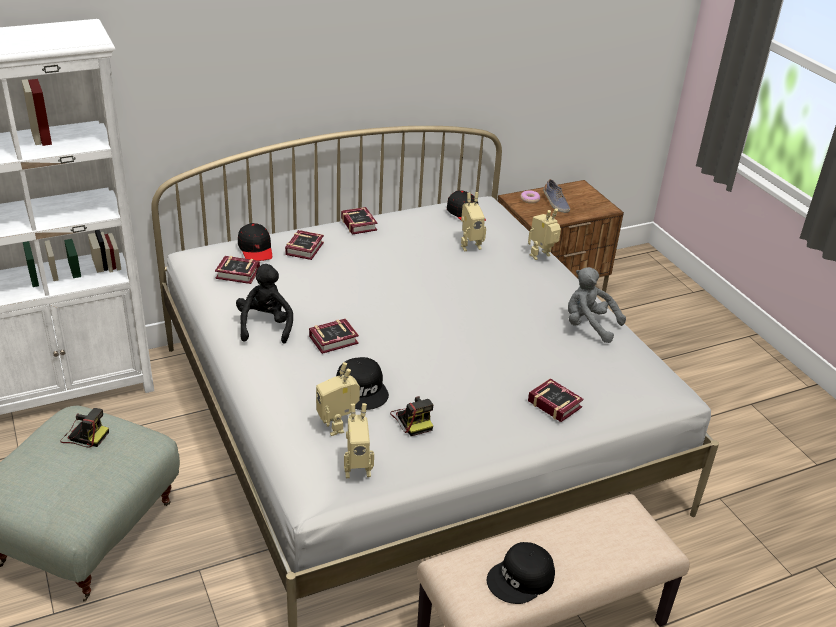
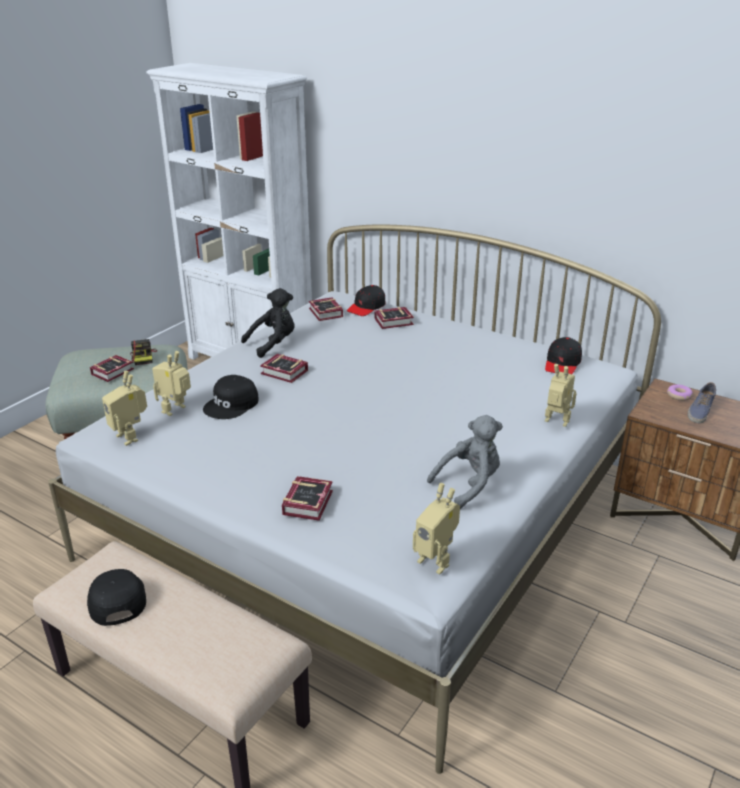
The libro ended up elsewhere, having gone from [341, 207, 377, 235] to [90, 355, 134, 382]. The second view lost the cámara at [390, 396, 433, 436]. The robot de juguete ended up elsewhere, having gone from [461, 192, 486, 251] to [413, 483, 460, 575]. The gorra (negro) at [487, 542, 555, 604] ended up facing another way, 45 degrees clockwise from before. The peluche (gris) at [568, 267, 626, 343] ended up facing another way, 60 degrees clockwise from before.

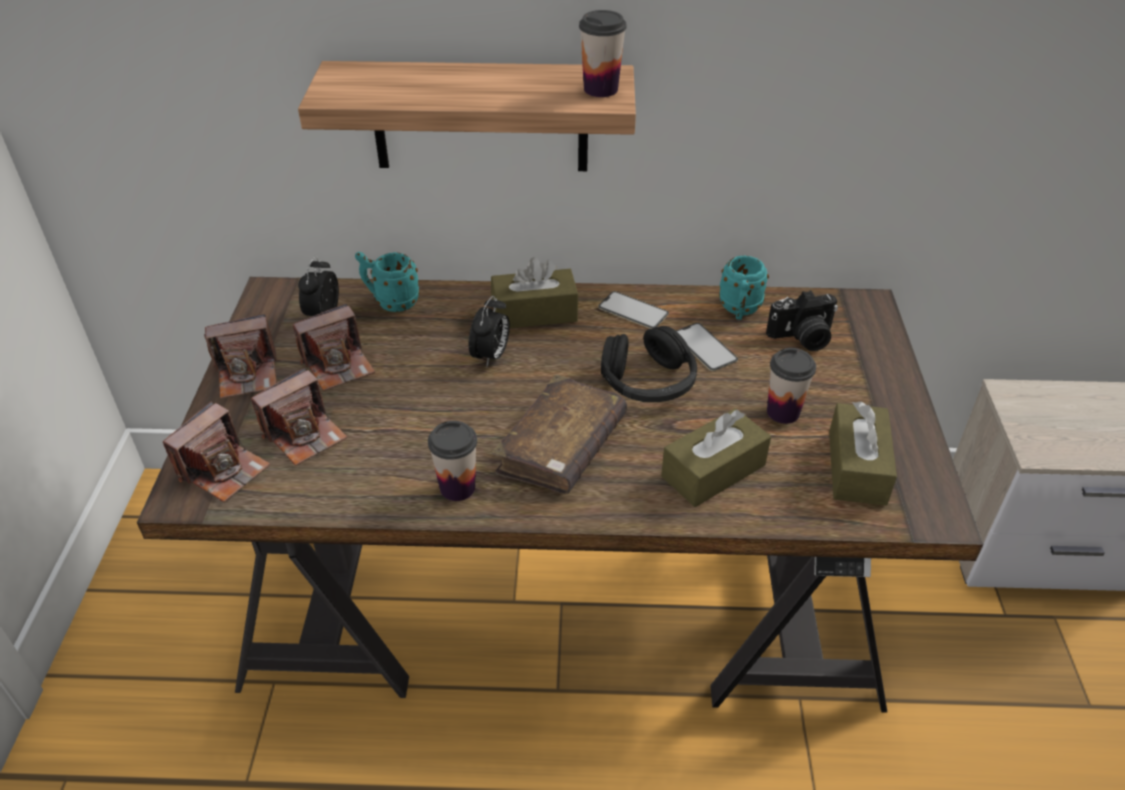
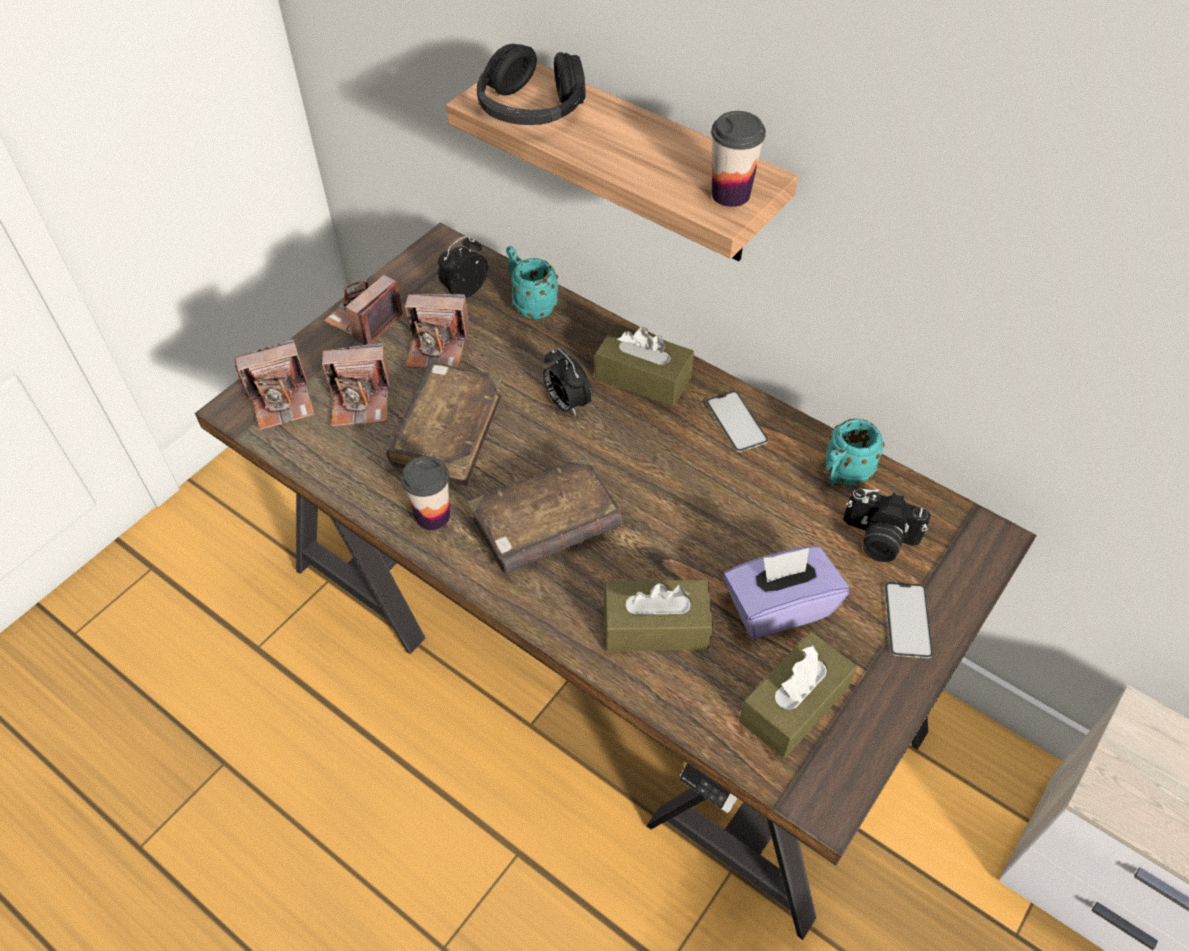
The cámara at [204, 314, 277, 399] ended up facing another way, 105 degrees clockwise from before. The despertador at [469, 296, 510, 367] ended up facing another way, 90 degrees clockwise from before. The auriculares (negro) ended up elsewhere, having gone from [601, 326, 697, 402] to [477, 44, 586, 125]. The móvil ended up elsewhere, having gone from [676, 323, 738, 371] to [884, 582, 933, 658]. Where the taza stood at [767, 348, 816, 424], the caja de pañuelos (morado) came to stand at [724, 546, 849, 639]. The second view gained the libro (marrón) at [386, 362, 502, 486].

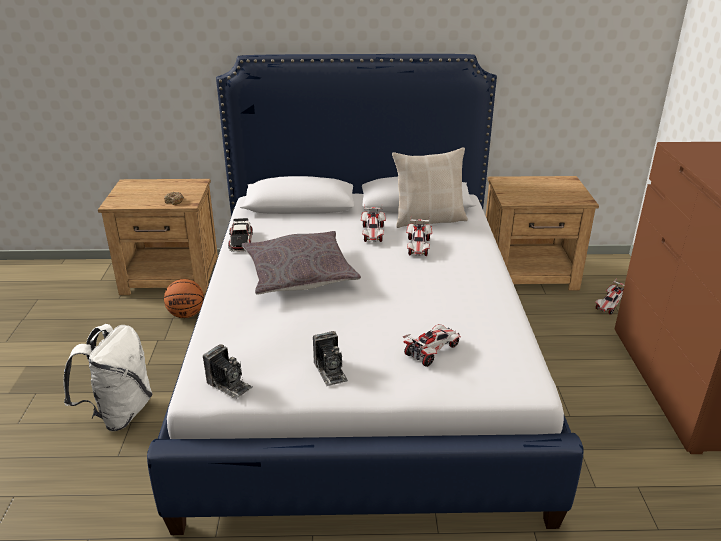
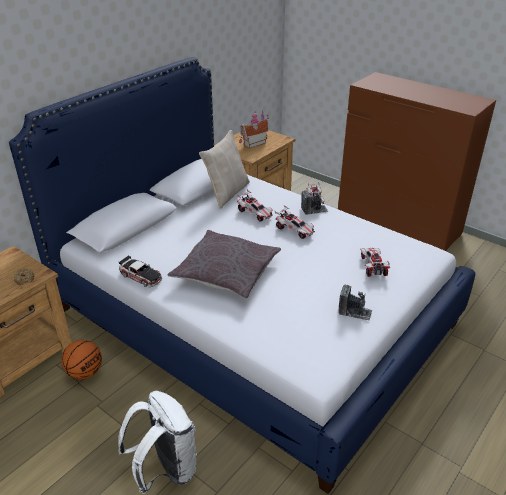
The cámara ended up elsewhere, having gone from [203, 344, 252, 399] to [301, 190, 328, 215]. The coche de juguete ended up elsewhere, having gone from [361, 204, 386, 242] to [275, 205, 315, 239]. The second view gained the casita at [239, 111, 269, 148].

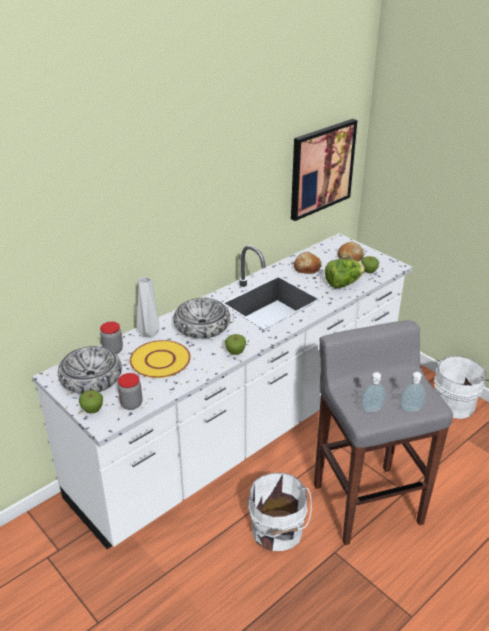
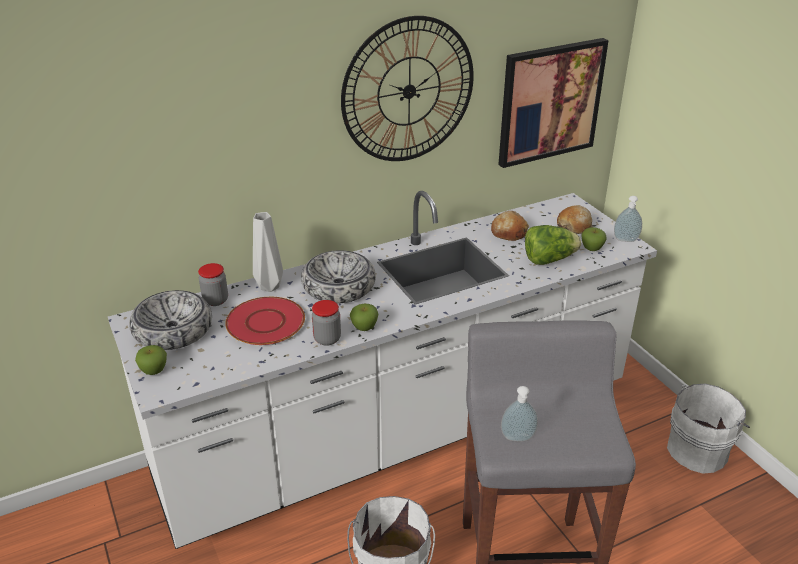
The tarro ended up elsewhere, having gone from [118, 373, 142, 410] to [312, 300, 341, 346]. What was the plato (amarillo) at [130, 340, 191, 378] turned into the plato (rojo) at [225, 297, 305, 345]. The dispensador de jabón ended up elsewhere, having gone from [400, 372, 426, 412] to [614, 196, 642, 242]. The second view gained the reloj de pared at [341, 16, 474, 161].

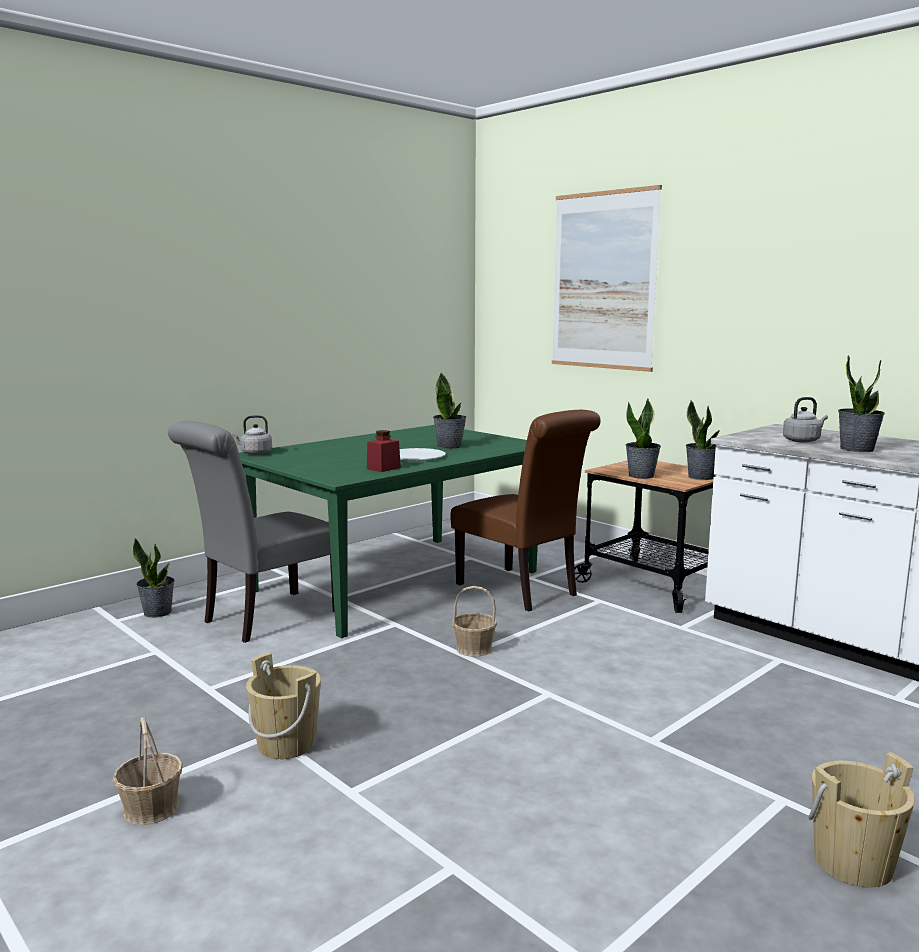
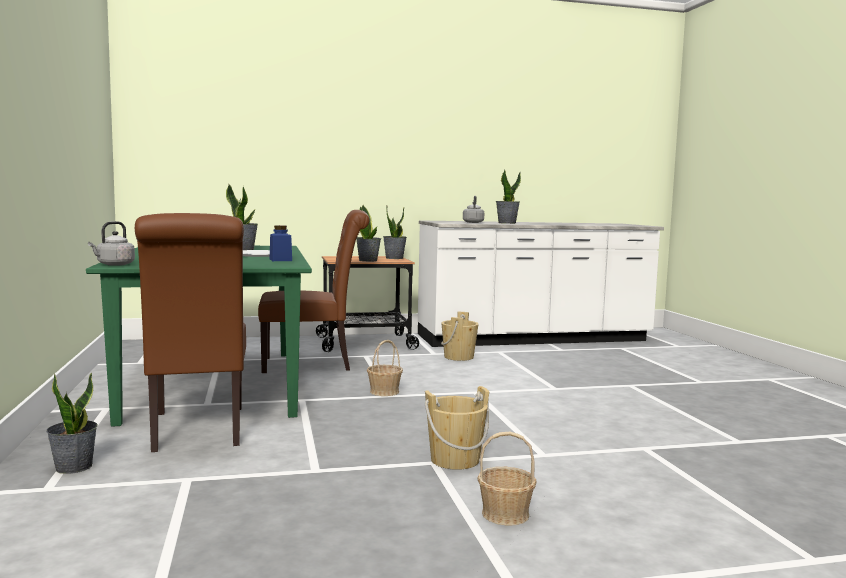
What was the silla (gris) at [168, 421, 335, 643] turned into the silla (marrón) at [135, 213, 246, 452]. What was the tarro (rojo) at [367, 430, 401, 472] turned into the tarro (azul) at [270, 225, 292, 261]. The second view lost the cuadro at [552, 185, 662, 372]. The cubo (beis) ended up elsewhere, having gone from [808, 752, 915, 888] to [441, 312, 479, 361].

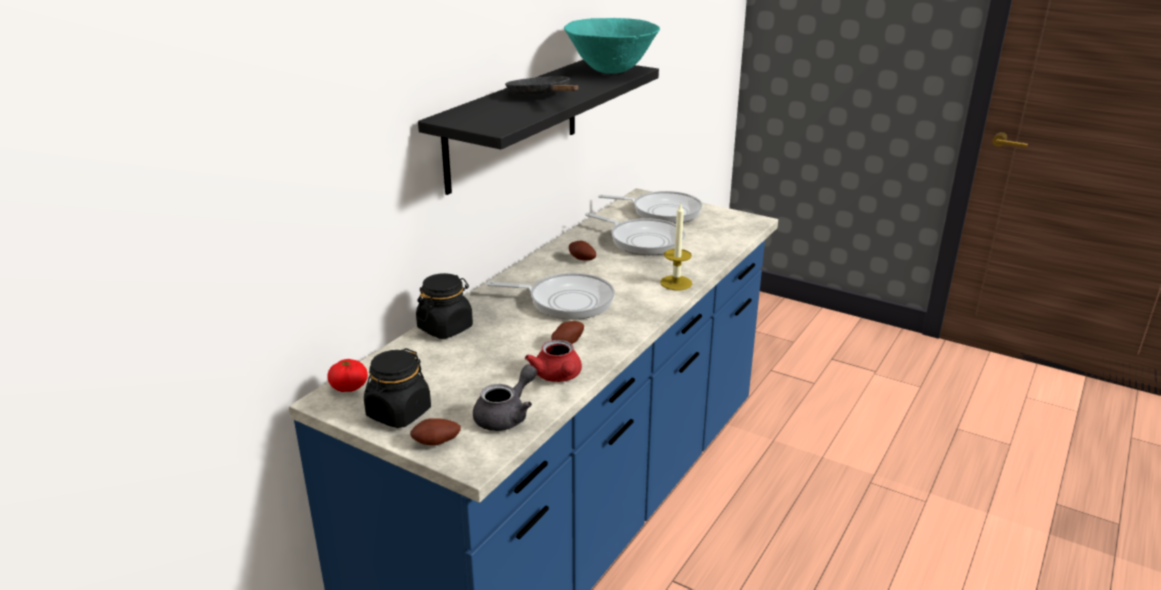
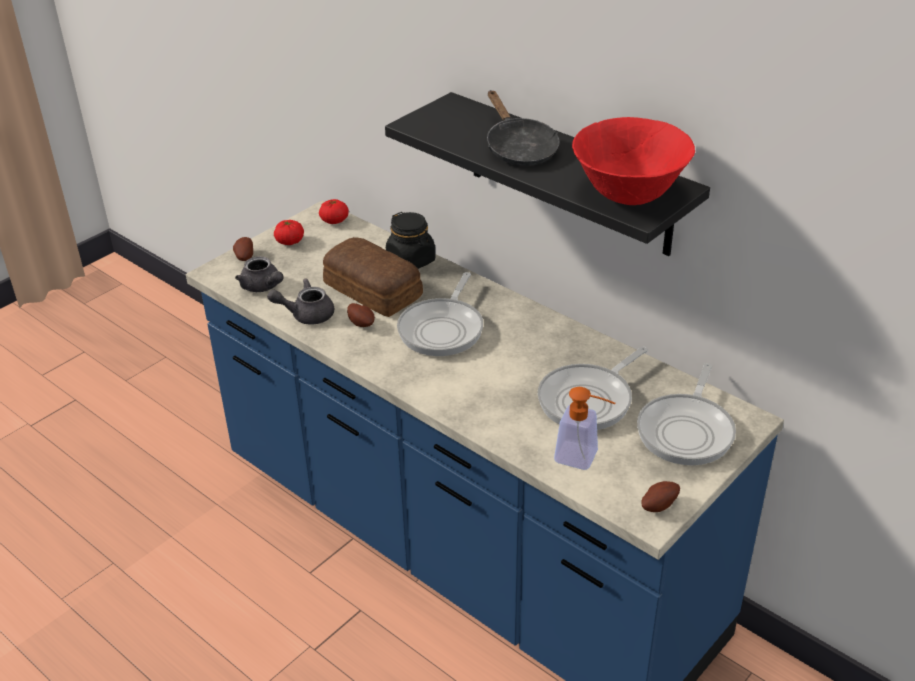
Where the tarro (negro) stood at [364, 348, 431, 428], the tomate came to stand at [274, 220, 304, 245]. The sartén (negro) at [505, 76, 579, 95] ended up facing another way, 90 degrees clockwise from before. What was the tetera (rojo) at [525, 340, 582, 382] turned into the tetera (gris) at [267, 278, 334, 325]. What was the cuenco (turquesa) at [564, 18, 660, 74] turned into the cuenco (rojo) at [572, 117, 695, 205]. The patata ended up elsewhere, having gone from [569, 241, 596, 261] to [641, 481, 680, 512]. The second view lost the vela at [660, 204, 692, 290]. The second view gained the pan at [323, 237, 423, 317]. The second view gained the dispensador de jabón at [554, 387, 616, 470].

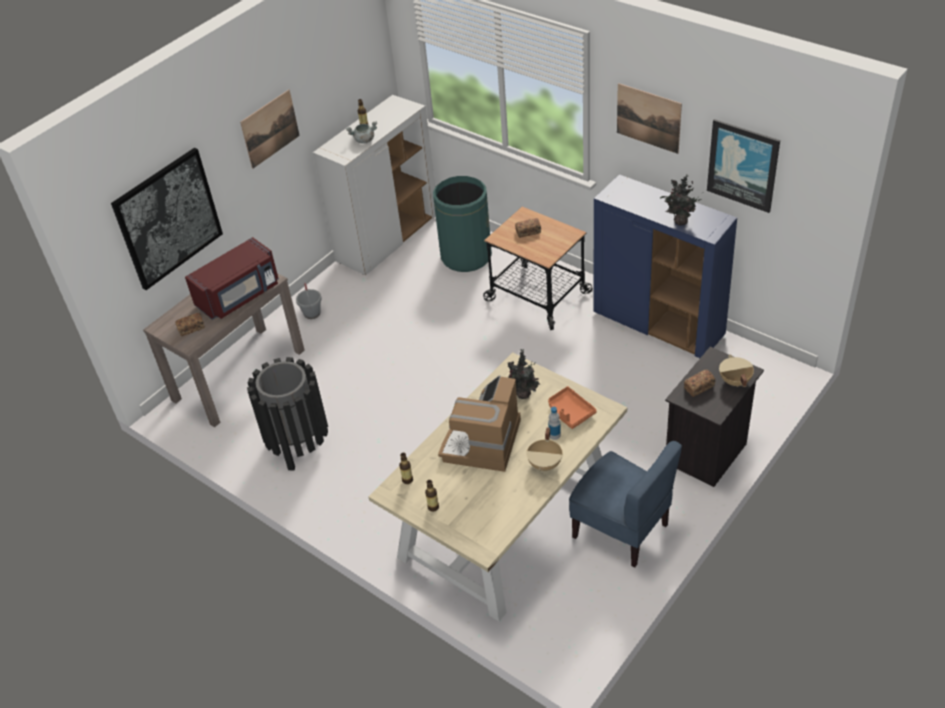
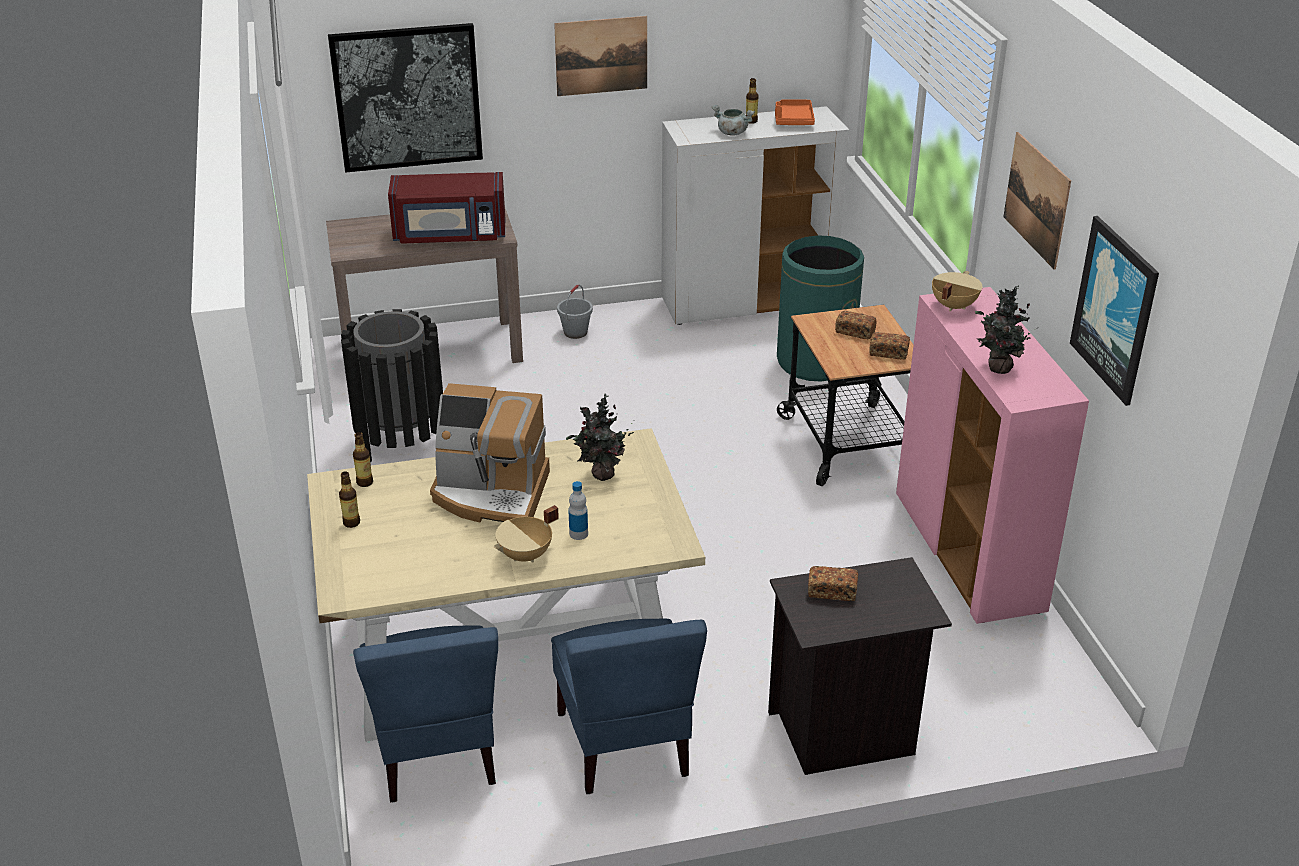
The pan ended up elsewhere, having gone from [175, 313, 205, 336] to [870, 332, 910, 360]. The cafetera at [438, 375, 521, 472] ended up facing another way, 135 degrees counterclockwise from before. The bandeja (naranja) ended up elsewhere, having gone from [548, 386, 597, 429] to [775, 100, 815, 125]. What was the armario (azul) at [593, 174, 737, 358] turned into the armario (rosa) at [896, 287, 1089, 624]. The olla (beis) ended up elsewhere, having gone from [719, 354, 754, 387] to [932, 271, 982, 311]. The second view gained the silla (azul) at [353, 625, 498, 803].

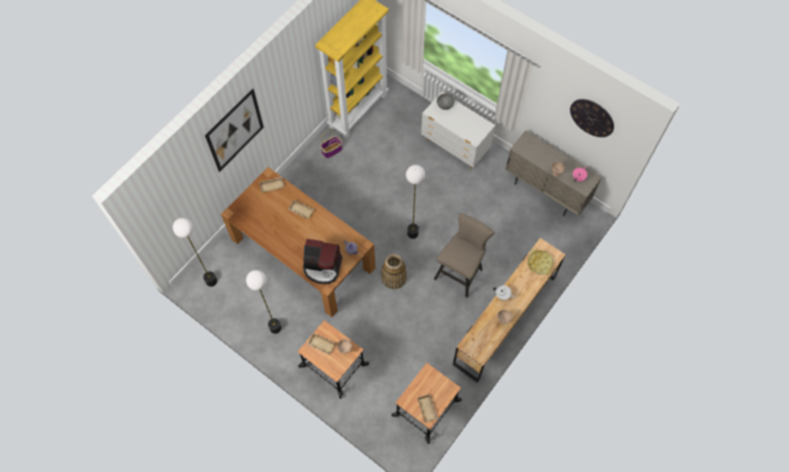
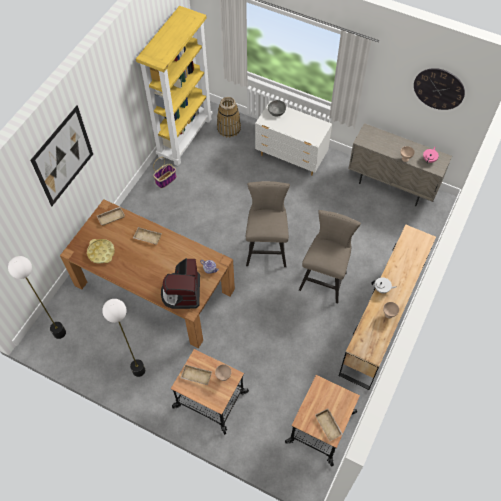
The cafetera at [303, 239, 342, 284] ended up facing another way, 90 degrees clockwise from before. The cesta ended up elsewhere, having gone from [381, 254, 407, 289] to [217, 97, 241, 137]. Where the lámpara de pie stood at [406, 165, 425, 239], the taburete (beis) came to stand at [246, 181, 290, 267]. The bandeja (amarillo) ended up elsewhere, having gone from [527, 249, 553, 275] to [87, 239, 115, 264].

